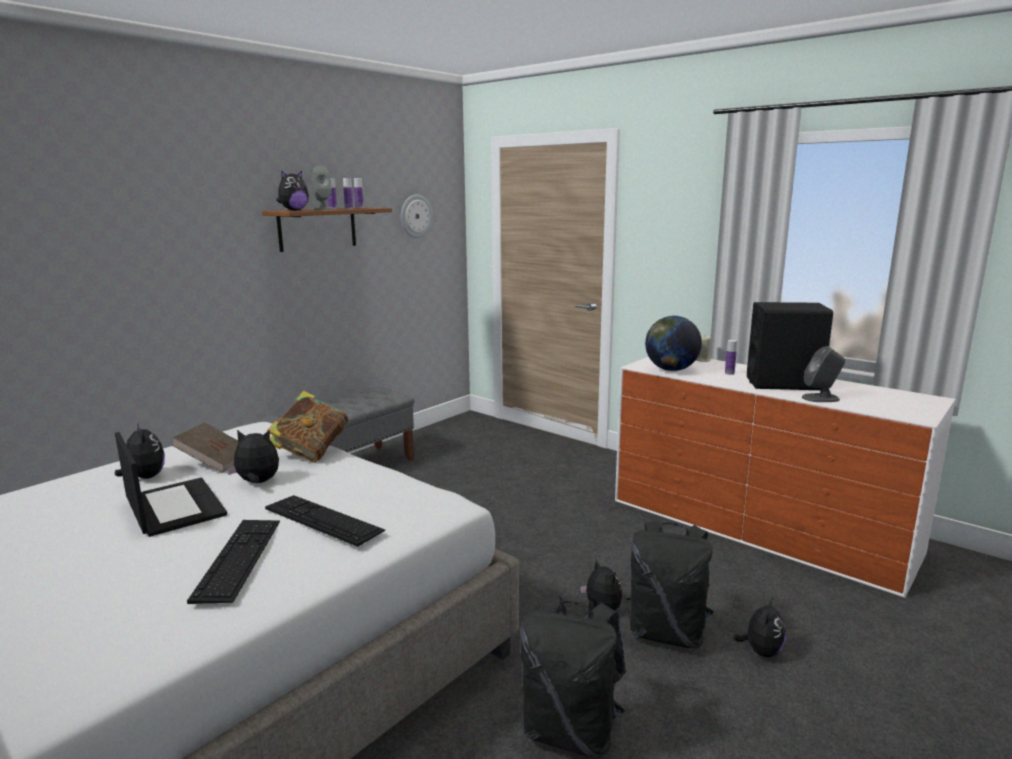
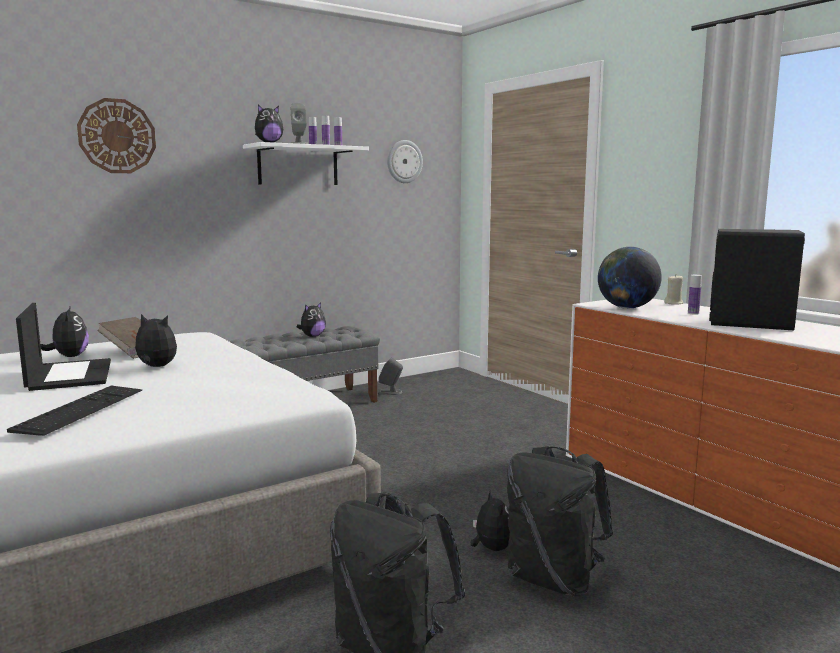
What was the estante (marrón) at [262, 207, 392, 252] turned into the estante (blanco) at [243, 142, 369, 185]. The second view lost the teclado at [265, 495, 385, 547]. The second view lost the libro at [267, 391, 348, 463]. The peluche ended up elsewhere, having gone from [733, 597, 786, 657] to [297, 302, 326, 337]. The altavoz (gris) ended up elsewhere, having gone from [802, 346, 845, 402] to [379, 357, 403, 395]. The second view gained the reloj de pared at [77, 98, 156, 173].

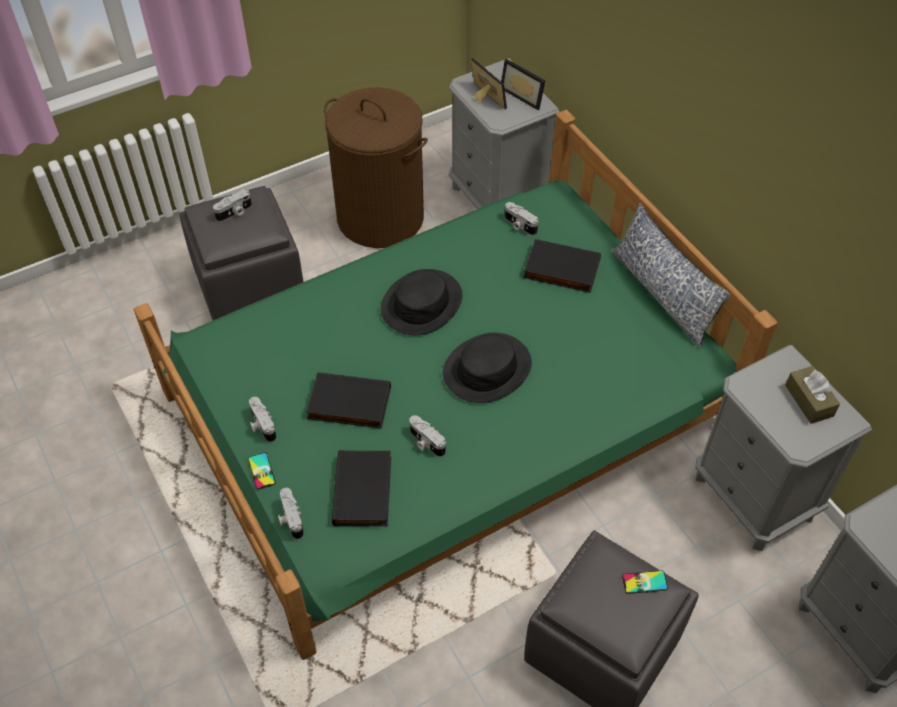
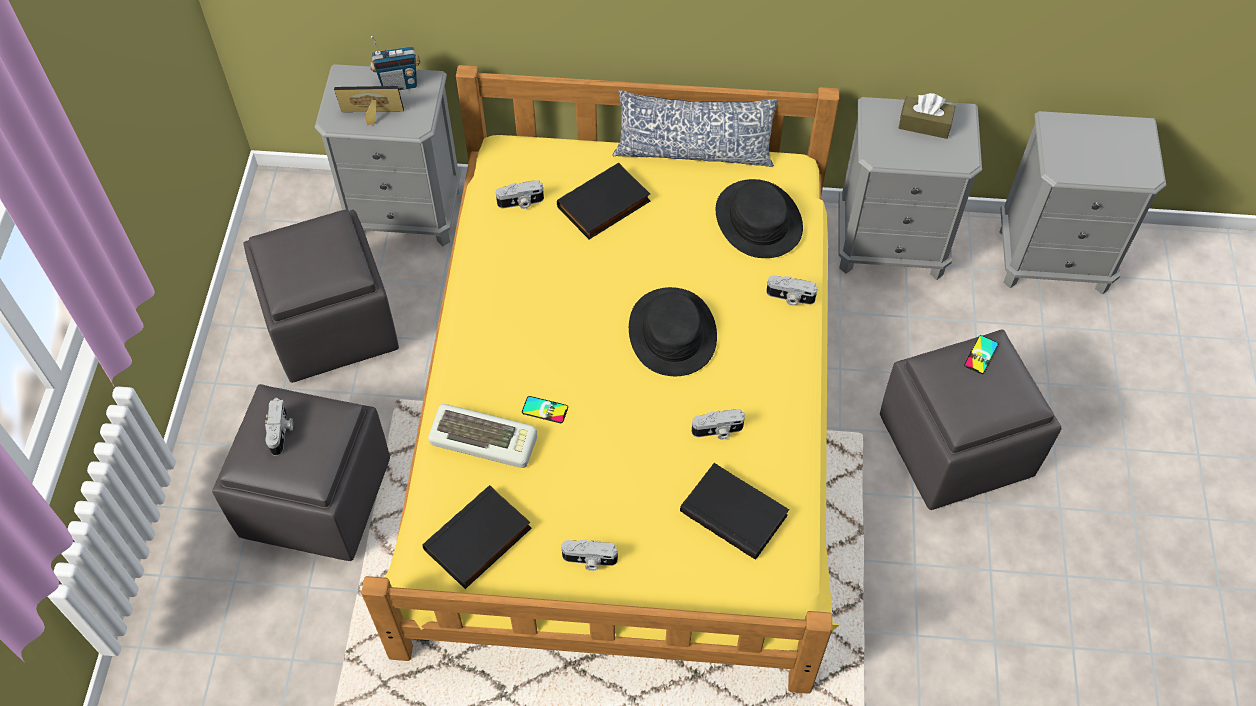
What was the cama (verde) at [133, 110, 777, 660] turned into the cama (amarillo) at [361, 65, 839, 694]. The móvil ended up elsewhere, having gone from [248, 452, 276, 489] to [522, 396, 568, 423]. The cámara ended up elsewhere, having gone from [278, 488, 304, 539] to [766, 275, 818, 306]. The libro (negro) ended up elsewhere, having gone from [306, 372, 391, 429] to [422, 485, 532, 589]. Where the cesto de la ropa (marrón) stood at [324, 87, 428, 248], the puf (gris) came to stand at [244, 209, 399, 383]. The sombrero (negro) ended up elsewhere, having gone from [381, 269, 462, 335] to [716, 179, 803, 258]. Where the portarretratos stood at [501, 59, 545, 110], the radio came to stand at [370, 36, 420, 90]. The second view gained the teclado at [428, 404, 538, 468].

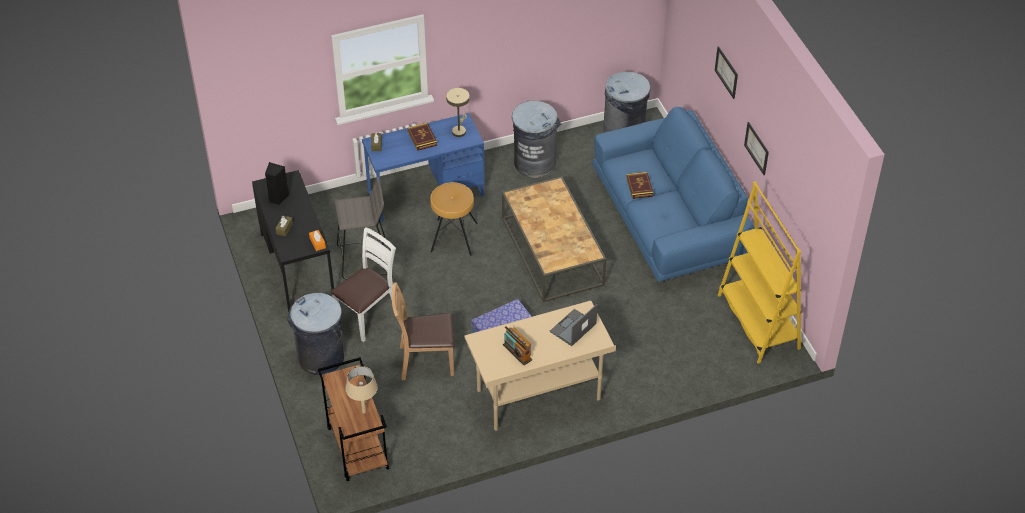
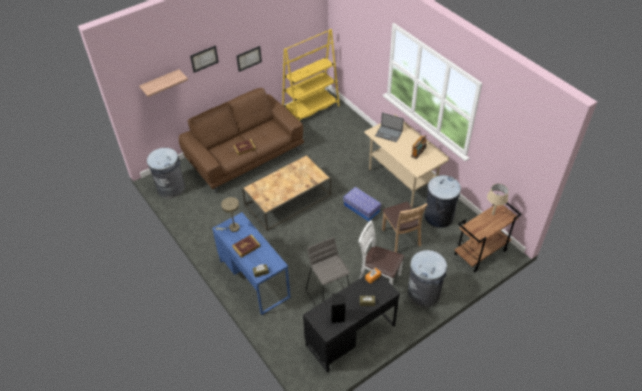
The second view lost the taburete (marrón) at [430, 182, 478, 256]. The papelera (gris) ended up elsewhere, having gone from [512, 101, 561, 178] to [424, 175, 461, 228]. What was the sofá (azul) at [592, 107, 755, 288] turned into the sofá (marrón) at [179, 88, 304, 193]. The second view gained the estante at [139, 69, 188, 97].

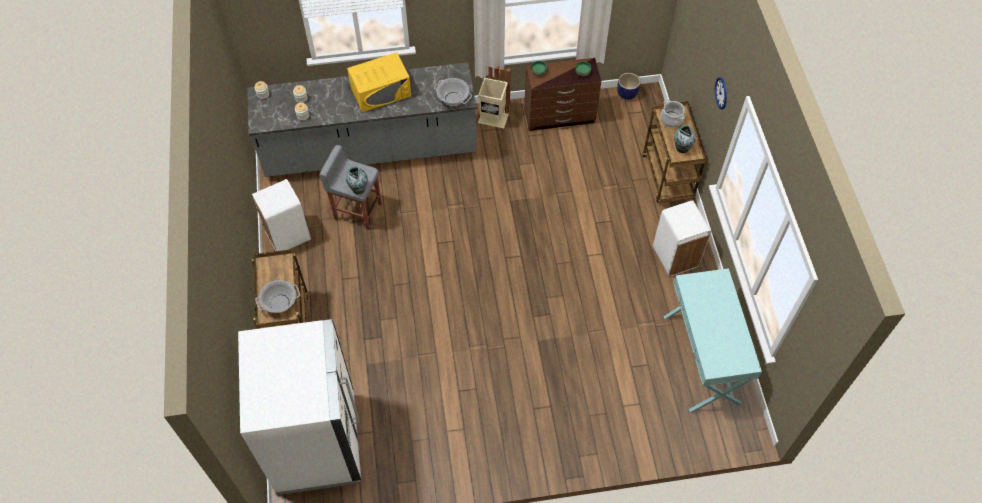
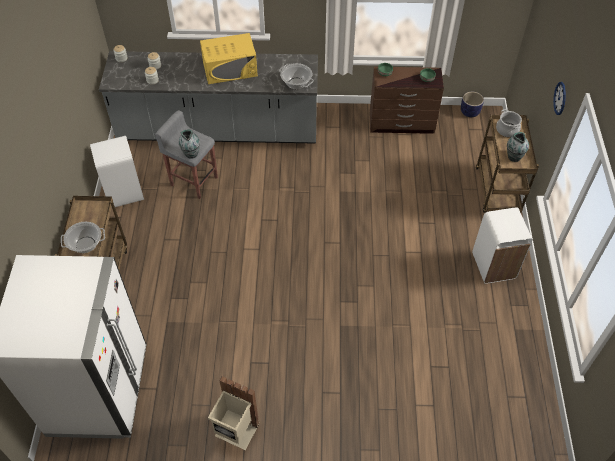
The papelera (beis) ended up elsewhere, having gone from [478, 66, 511, 128] to [208, 376, 259, 450]. The second view lost the mesa consola (turquesa) at [664, 268, 762, 412].

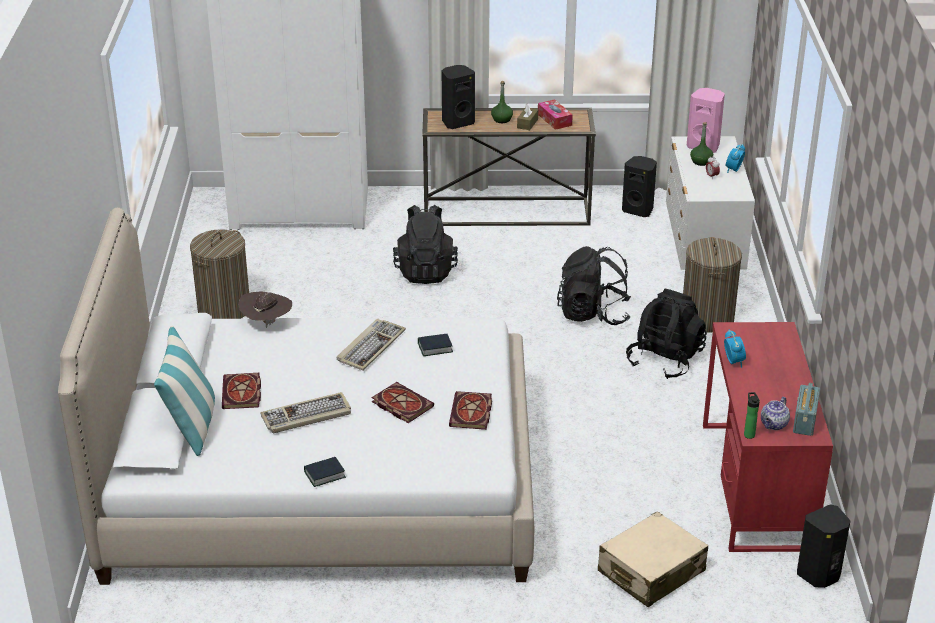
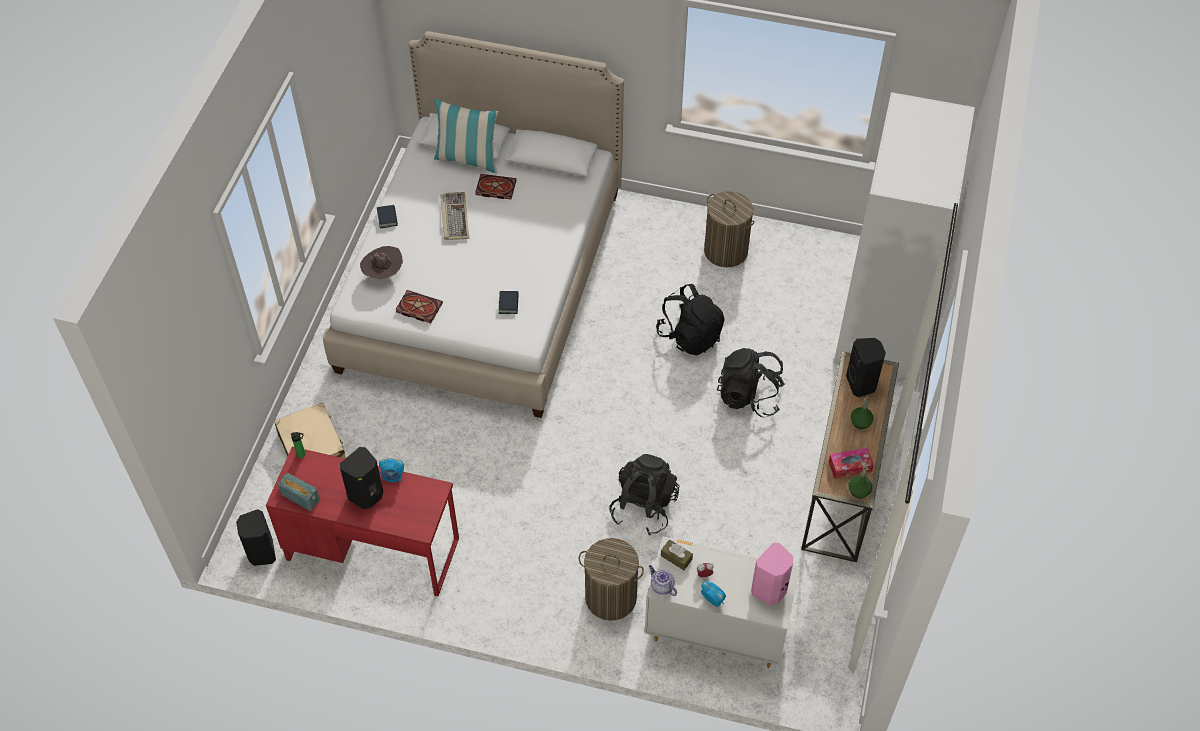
The sombrero (marrón) ended up elsewhere, having gone from [238, 291, 292, 328] to [360, 246, 403, 279]. The second view lost the teclado at [337, 319, 406, 371]. The second view lost the libro at [371, 382, 434, 423]. The caja de pañuelos (marrón) ended up elsewhere, having gone from [517, 104, 538, 130] to [661, 539, 693, 570]. The altavoz (negro) ended up elsewhere, having gone from [622, 156, 657, 217] to [340, 447, 383, 509]. The mochila (negro) ended up elsewhere, having gone from [626, 289, 707, 379] to [656, 284, 725, 356]. The botella (verde) ended up elsewhere, having gone from [690, 122, 713, 166] to [848, 466, 872, 498]. The tetera ended up elsewhere, having gone from [761, 397, 790, 430] to [649, 565, 677, 596].

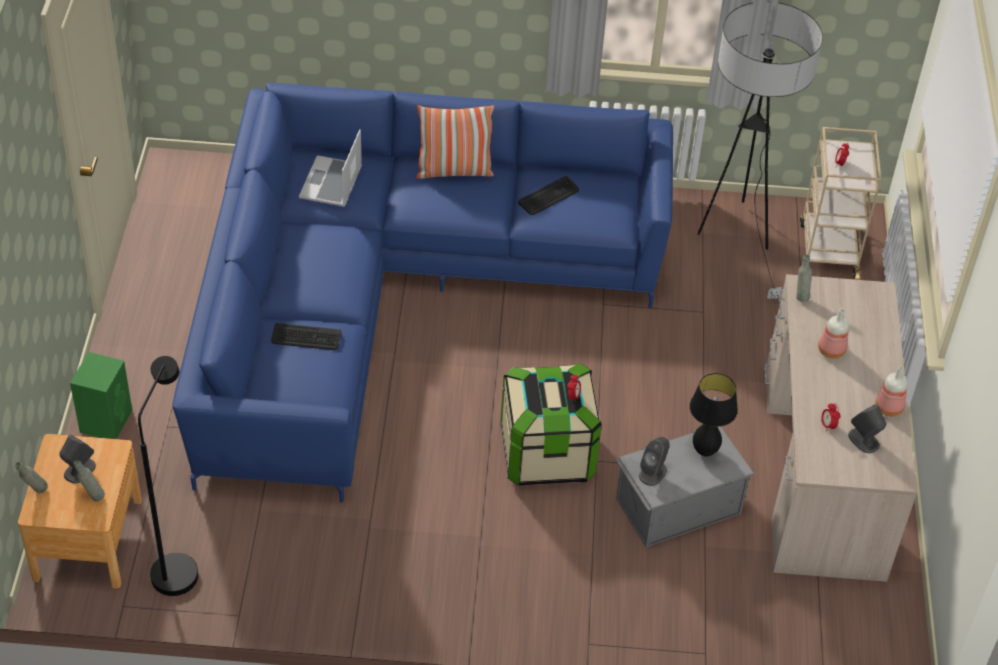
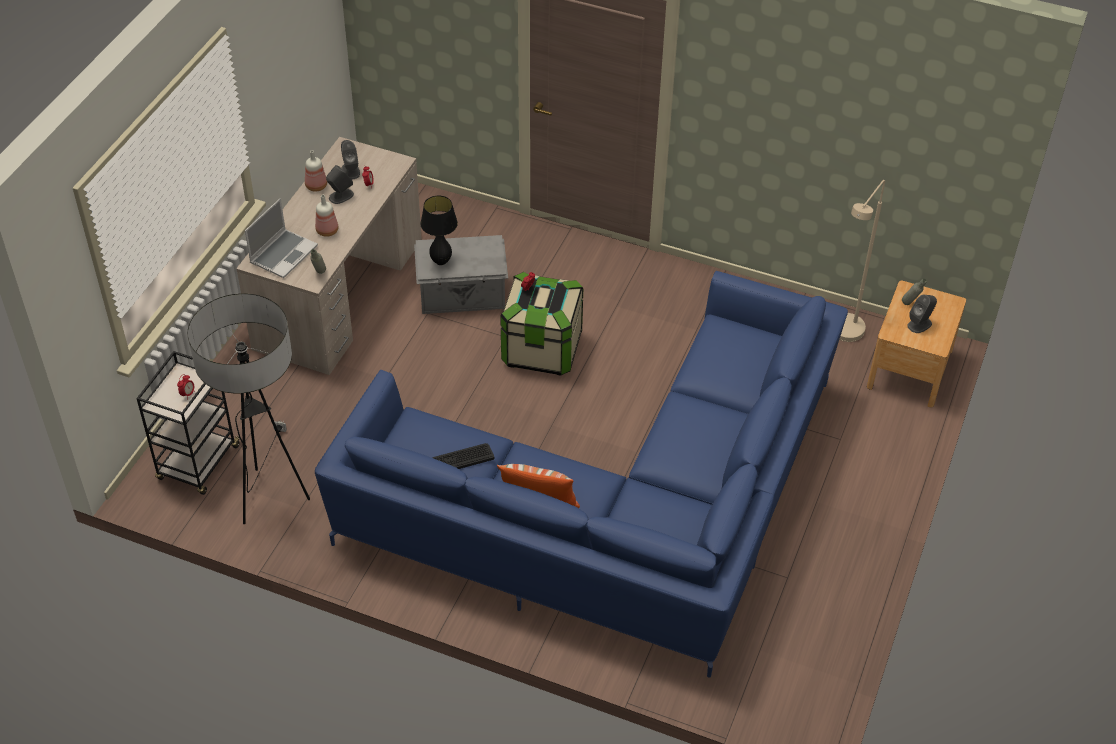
The second view lost the botella (gris) at [15, 462, 48, 493]. The second view lost the altavoz (verde) at [70, 352, 132, 439]. What was the lámpara de pie (negro) at [138, 356, 198, 596] turned into the lámpara de pie (beis) at [839, 180, 885, 342]. The second view lost the teclado at [271, 323, 342, 350]. The portátil ended up elsewhere, having gone from [299, 129, 362, 207] to [245, 198, 318, 278]. The altavoz (gris) ended up elsewhere, having gone from [639, 437, 670, 486] to [326, 165, 354, 204]. What was the carrito (beis) at [800, 127, 882, 280] turned into the carrito (negro) at [136, 351, 240, 495].

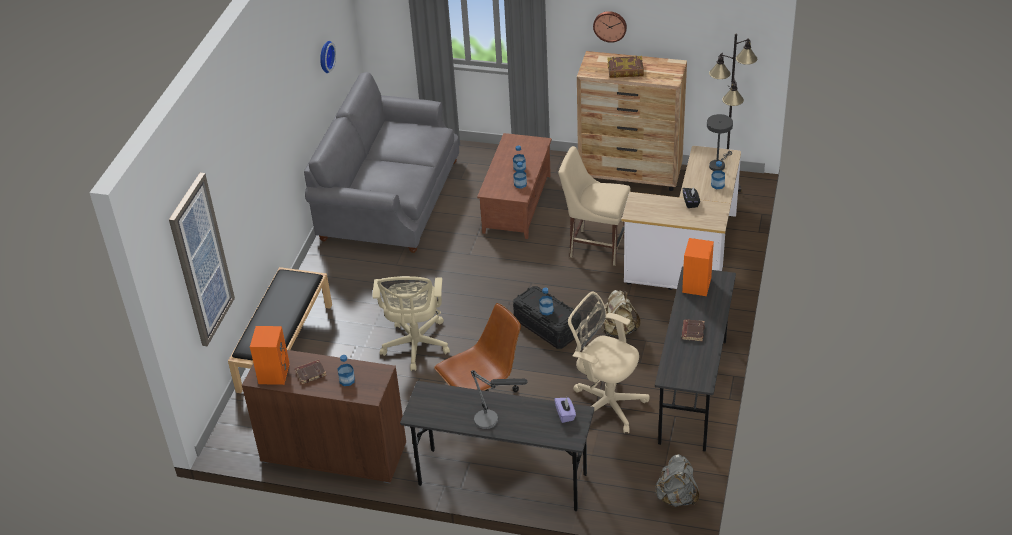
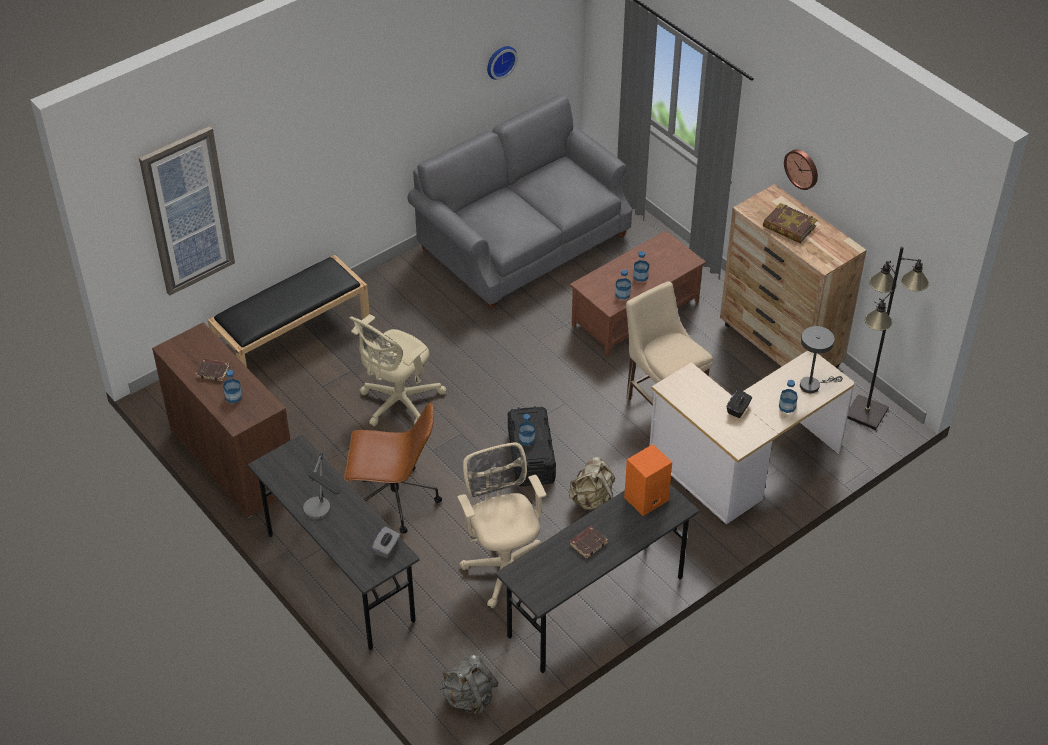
The second view lost the altavoz (naranja) at [250, 326, 290, 385]. What was the caja de pañuelos (morado) at [554, 397, 576, 423] turned into the caja de pañuelos (gris) at [372, 526, 400, 558].

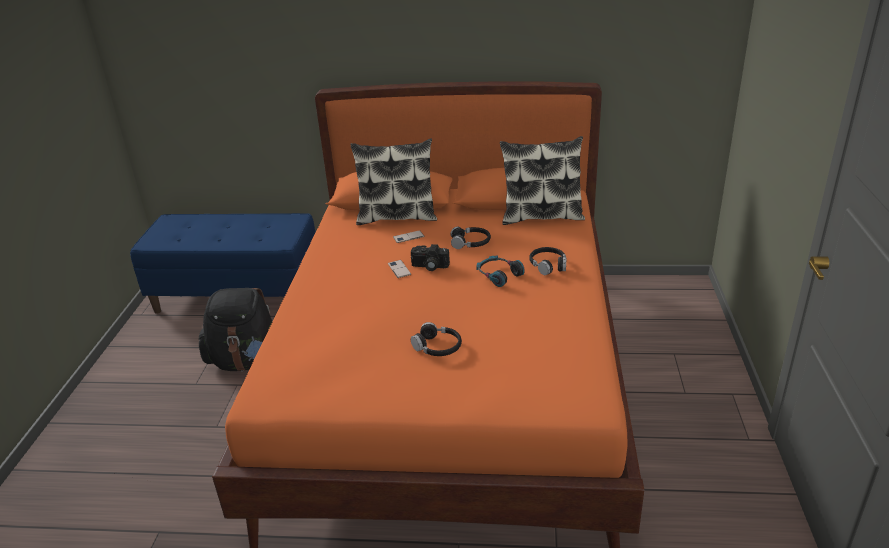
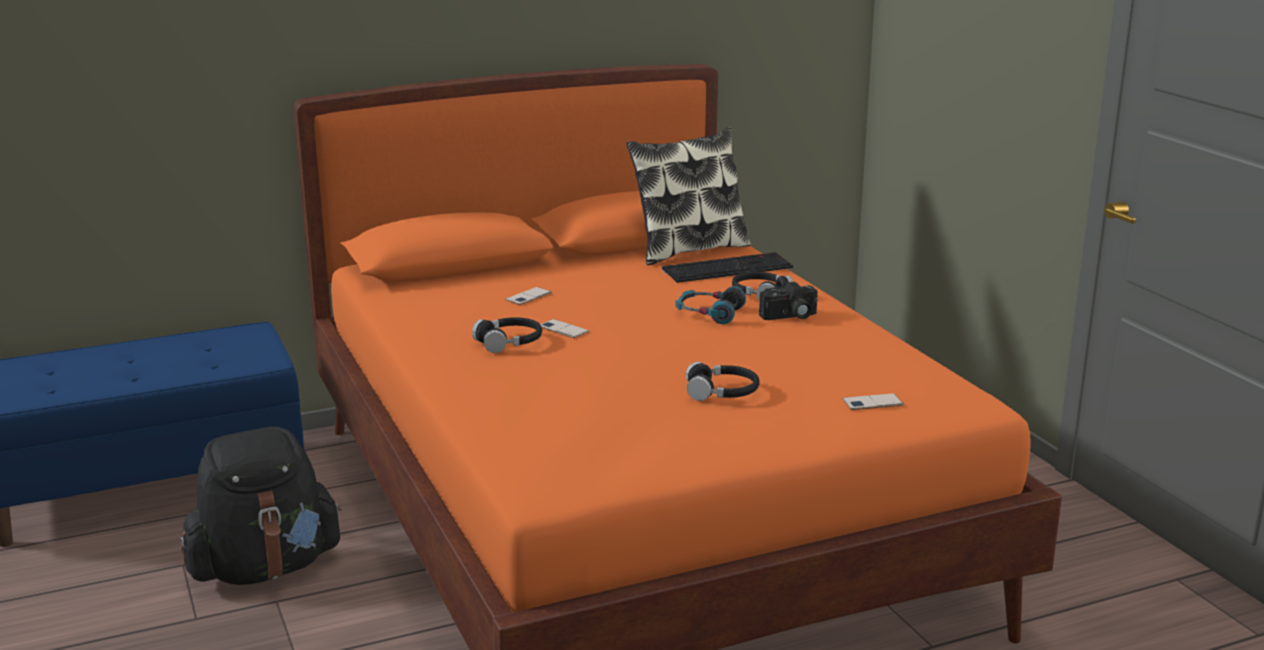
The second view lost the cojín at [350, 138, 437, 225]. The cámara ended up elsewhere, having gone from [411, 244, 450, 271] to [759, 282, 818, 320]. The auriculares (negro) ended up elsewhere, having gone from [451, 227, 491, 249] to [472, 317, 542, 353]. The second view gained the teclado at [662, 252, 793, 283]. The second view gained the móvil at [842, 393, 904, 410].

